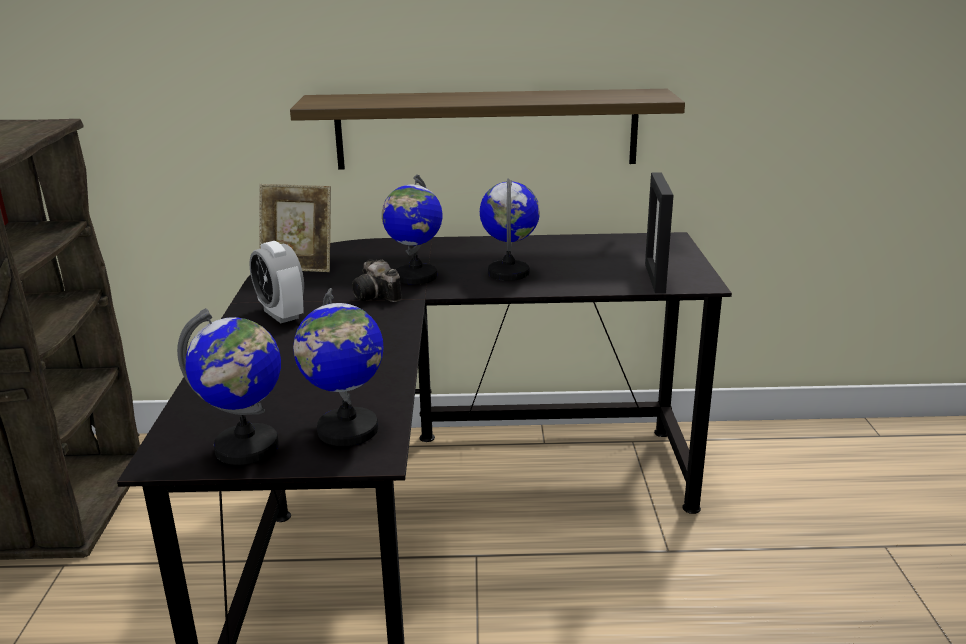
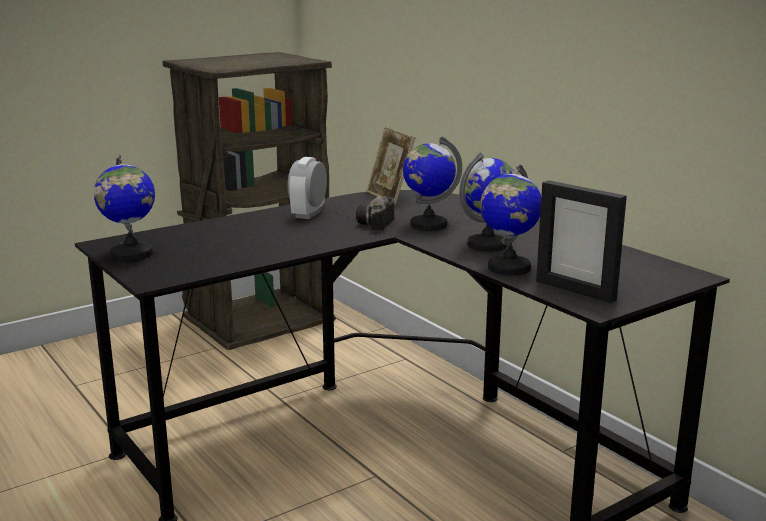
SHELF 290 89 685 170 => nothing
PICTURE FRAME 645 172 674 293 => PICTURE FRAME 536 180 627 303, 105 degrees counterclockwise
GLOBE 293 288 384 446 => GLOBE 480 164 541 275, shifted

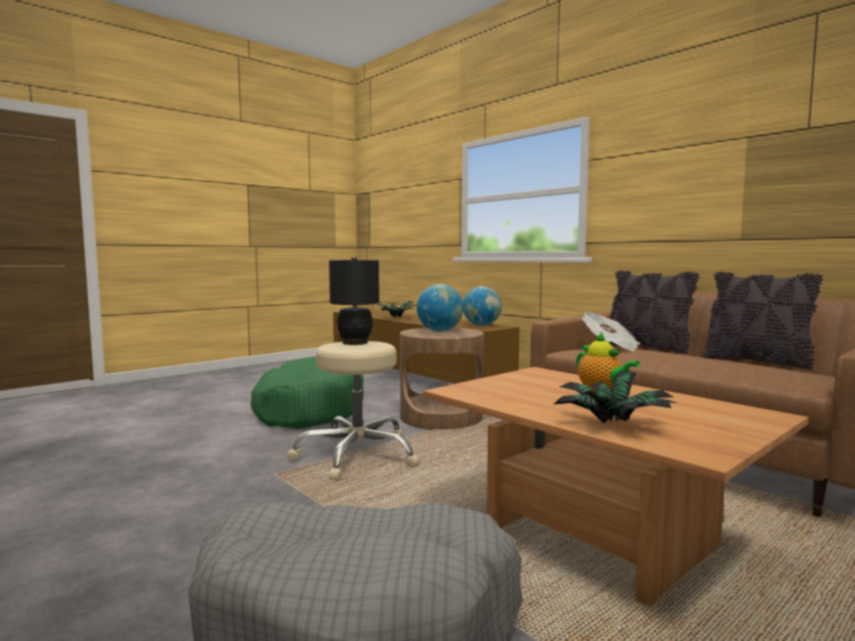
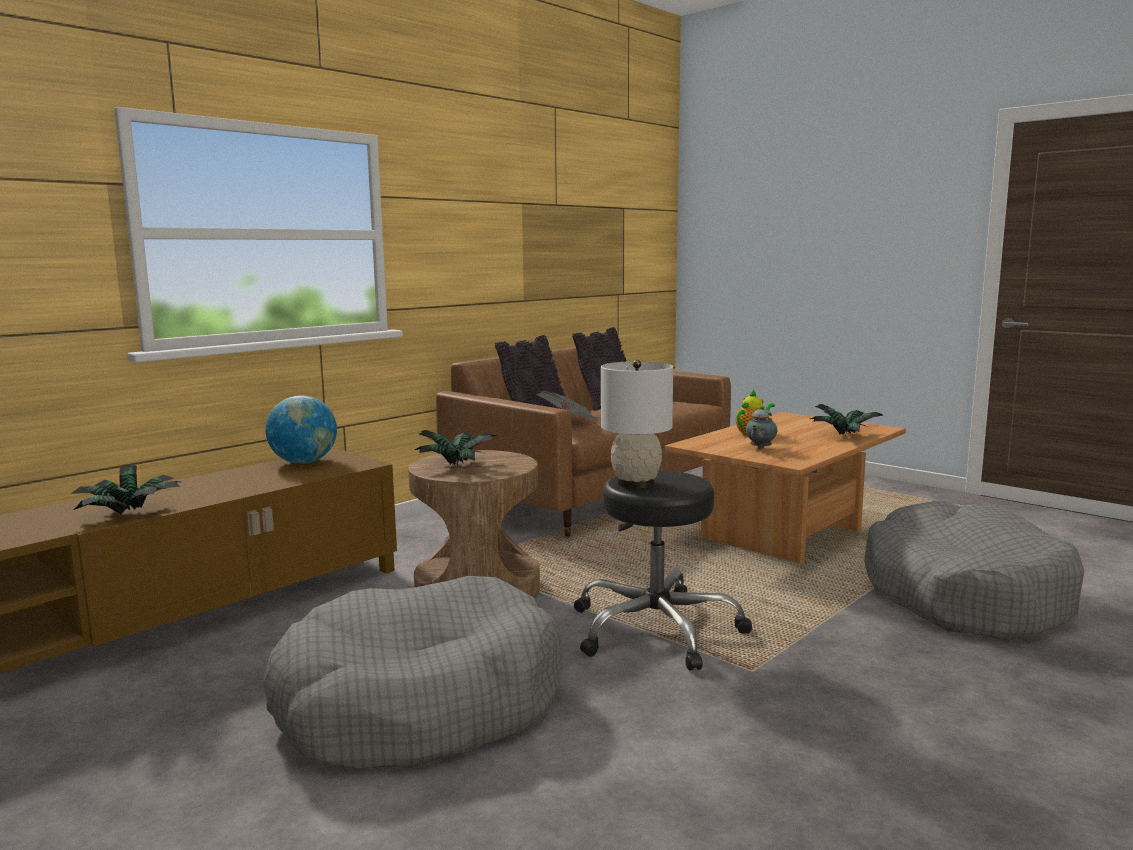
BLACK TABLE LAMP 329 256 379 345 => WHITE TABLE LAMP 601 360 673 489
GLOBE 417 284 464 331 => POTTED PLANT 415 430 497 466
BEIGE STOOL 287 341 419 481 => BLACK STOOL 574 470 752 671
GREEN DOG BED 250 356 364 429 => GREY DOG BED 263 576 563 768
nothing => TEAPOT 746 406 777 449

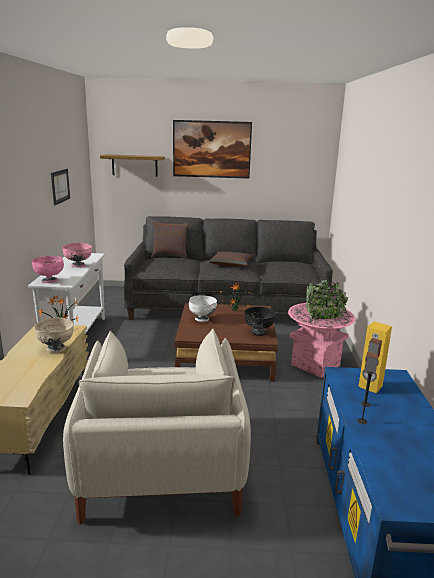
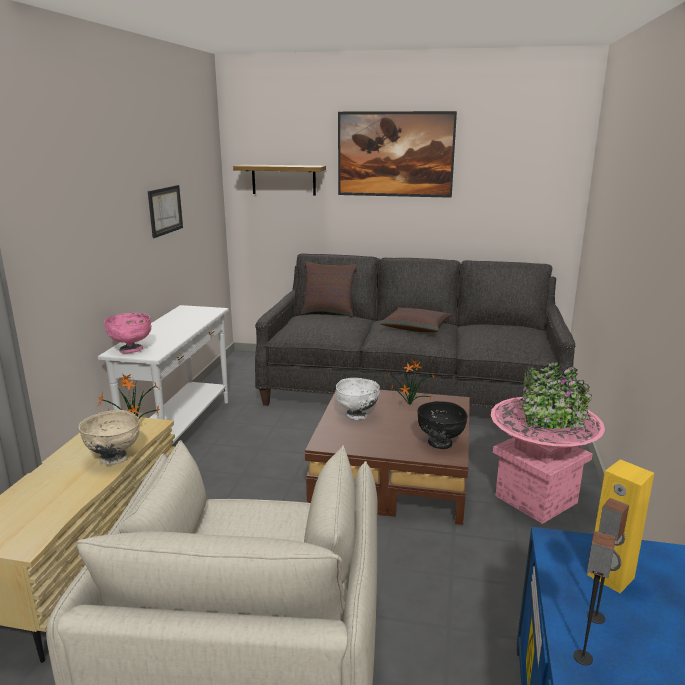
PINK BOWL 62 243 92 267 => nothing

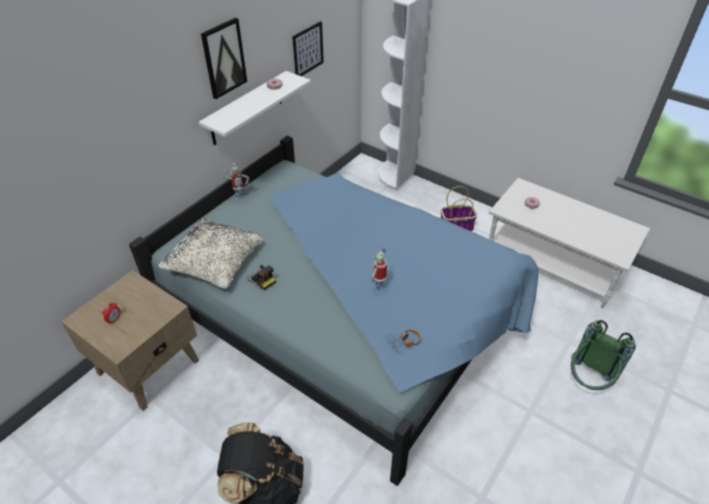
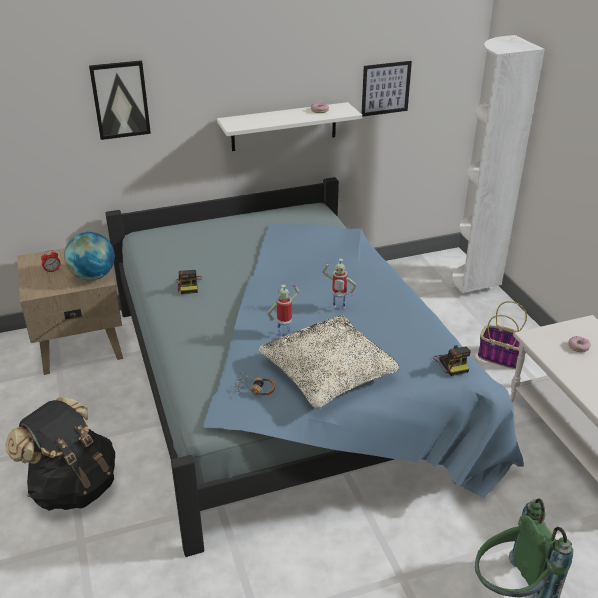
PICTURE 201 18 247 99 => PICTURE 89 60 151 140, shifted
TOY ROBOT 223 163 249 199 => TOY ROBOT 322 259 357 309, shifted
BEIGE PILLOW 158 217 263 289 => BEIGE PILLOW 259 315 399 409, shifted
nothing => GLOBE 64 232 115 280
nothing => PHOTO CAMERA 433 345 471 376

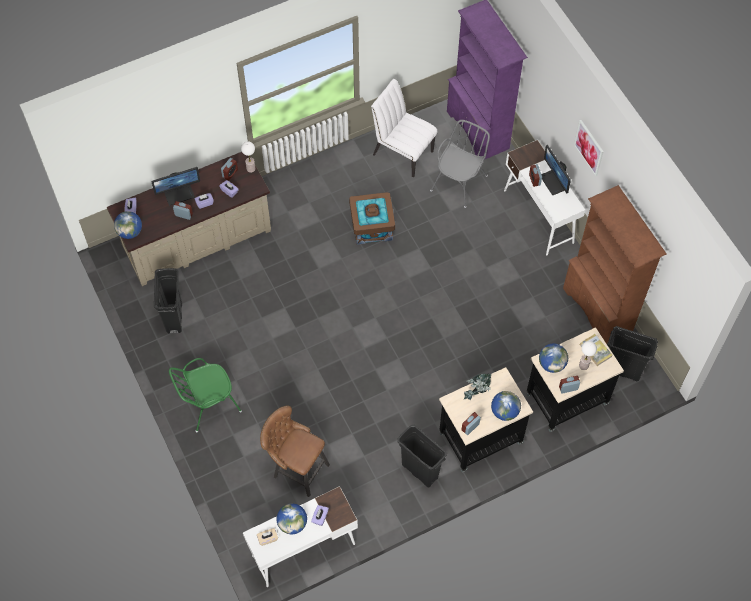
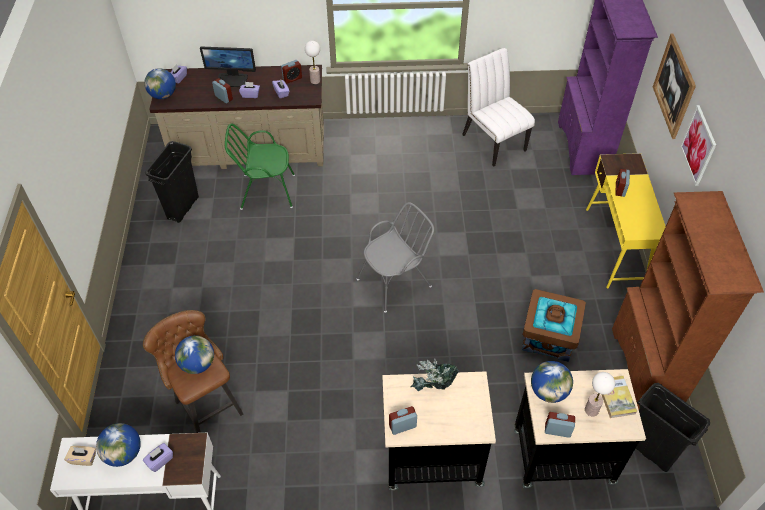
GREY CHAIR 430 120 490 208 => GREY CHAIR 357 202 434 313, shifted
WHITE DESK 504 140 585 255 => YELLOW DESK 586 153 666 289
MONITOR 542 145 571 195 => nothing
BROWN STORAGE BOX 349 192 395 245 => BROWN STORAGE BOX 522 289 586 362, shifted
GREEN CHAIR 169 358 242 433 => GREEN CHAIR 225 124 295 210, shifted
GLOBE 491 391 521 421 => GLOBE 175 336 214 374, shifted
BLACK TRASH CAN 397 425 447 487 => nothing
nothing => PICTURE 653 33 696 139

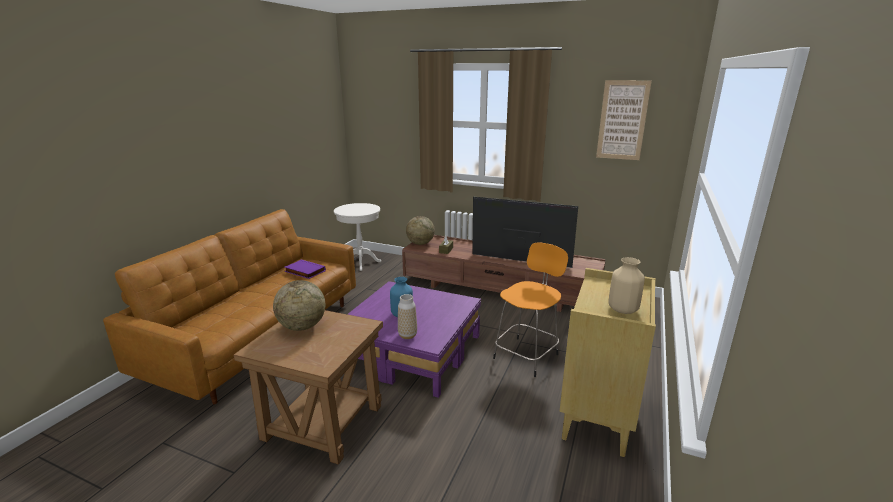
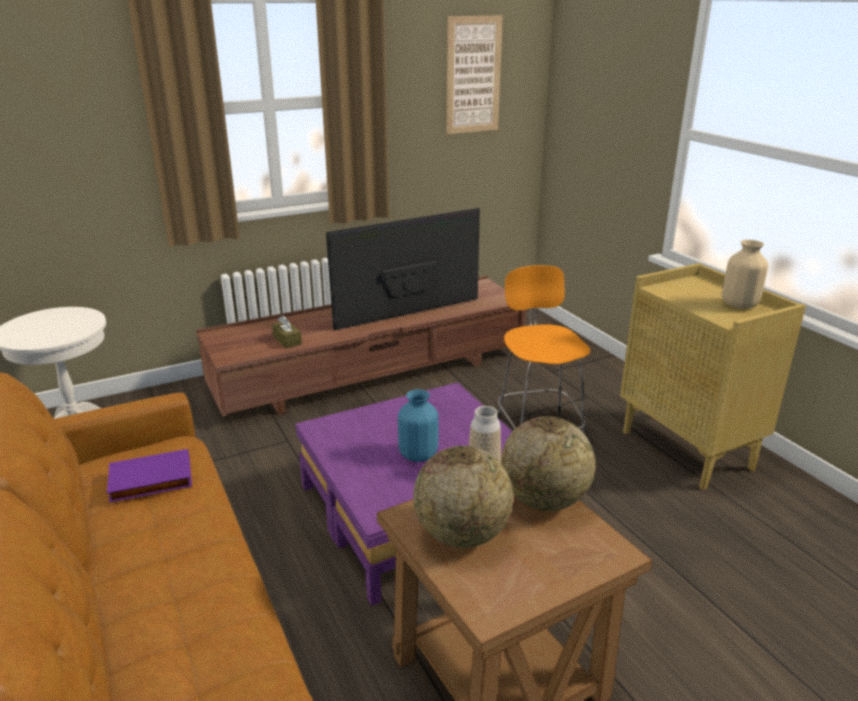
GLOBE 406 216 435 245 => GLOBE 501 416 595 511, shifted

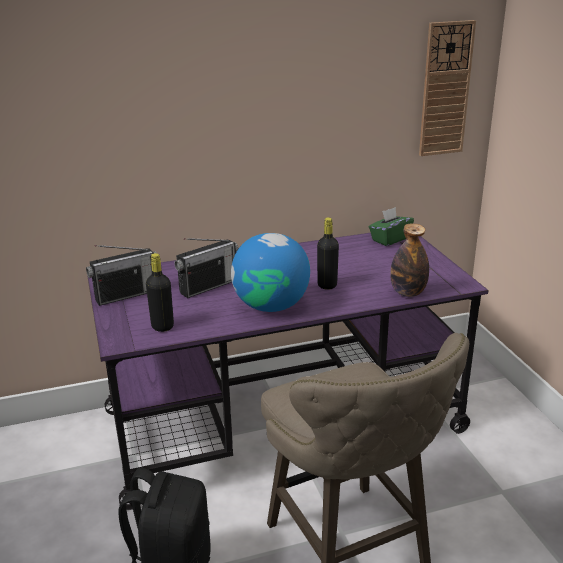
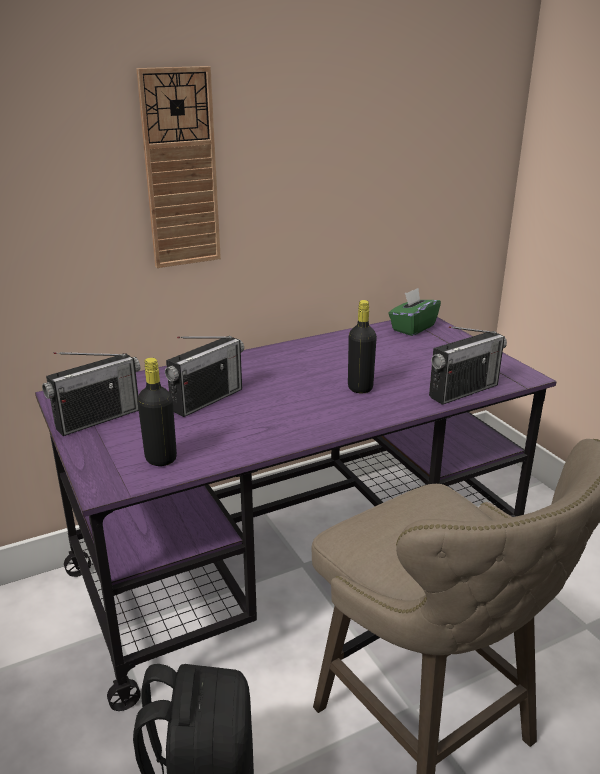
WALL CLOCK 419 20 476 156 => WALL CLOCK 136 66 221 268, shifted
BOTTLE 390 223 429 297 => RADIO 429 326 507 405
GLOBE 231 233 310 312 => nothing

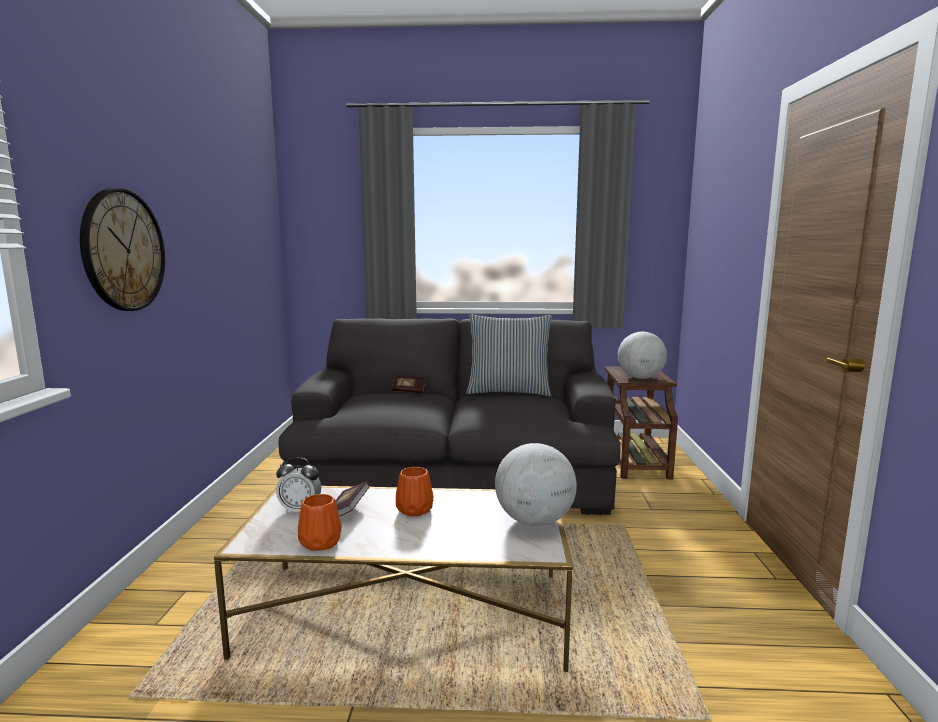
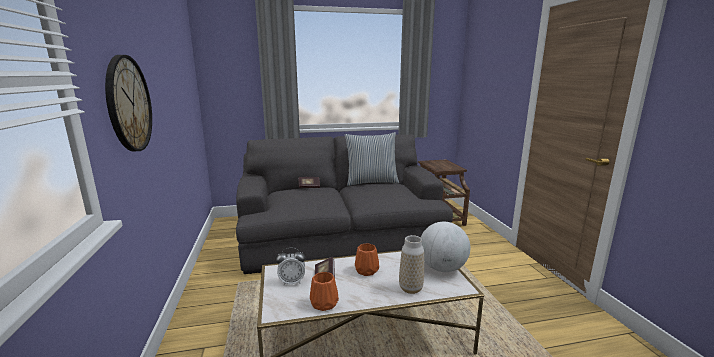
GLOBE 618 332 667 379 => nothing
nothing => VASE 399 235 424 294

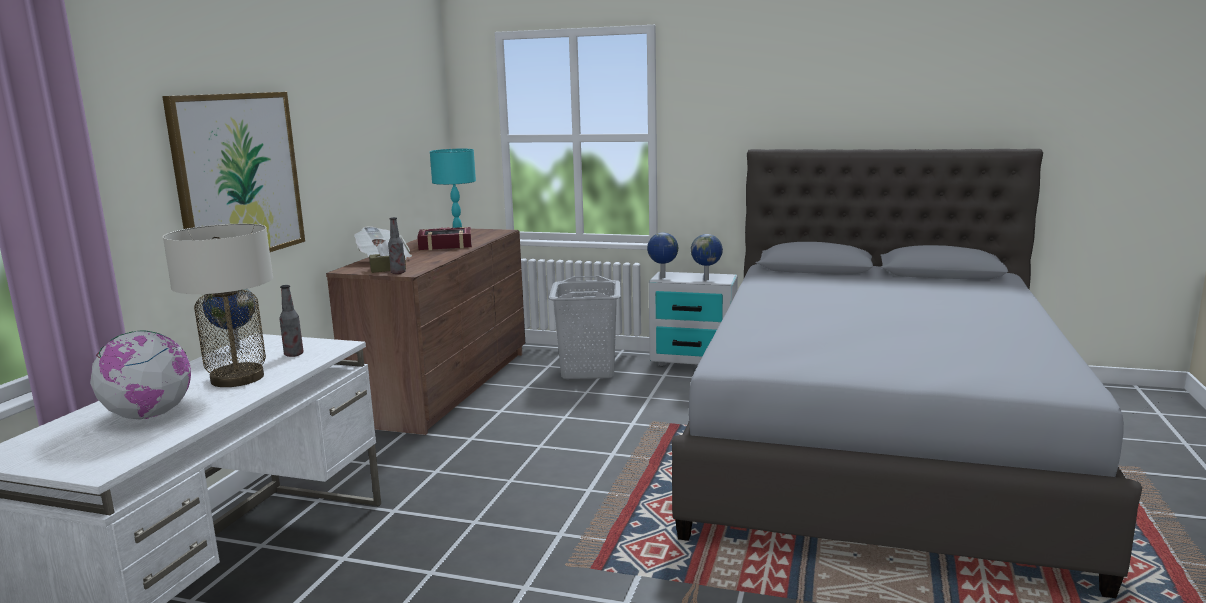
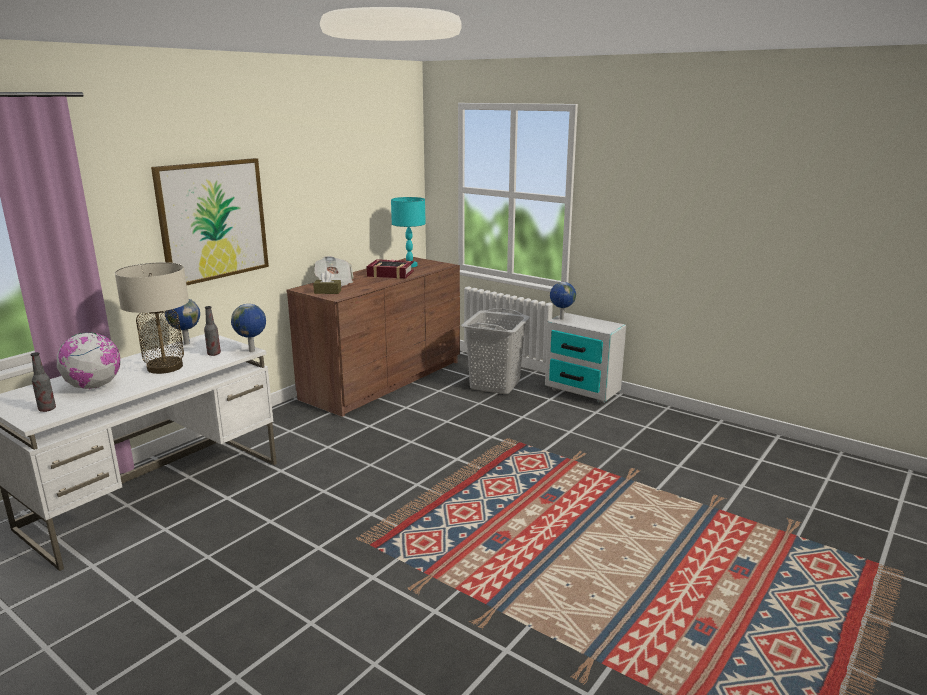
GREY BED 672 149 1142 598 => nothing
BOTTLE 388 217 406 274 => BOTTLE 30 352 56 412, shifted
GLOBE 691 234 723 280 => GLOBE 231 304 266 352, shifted

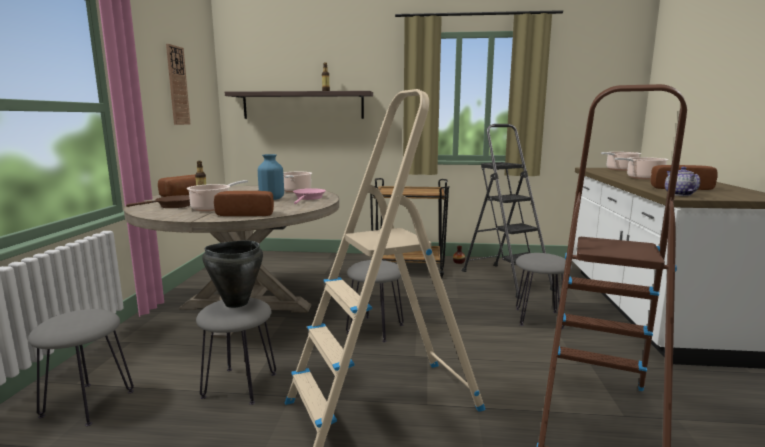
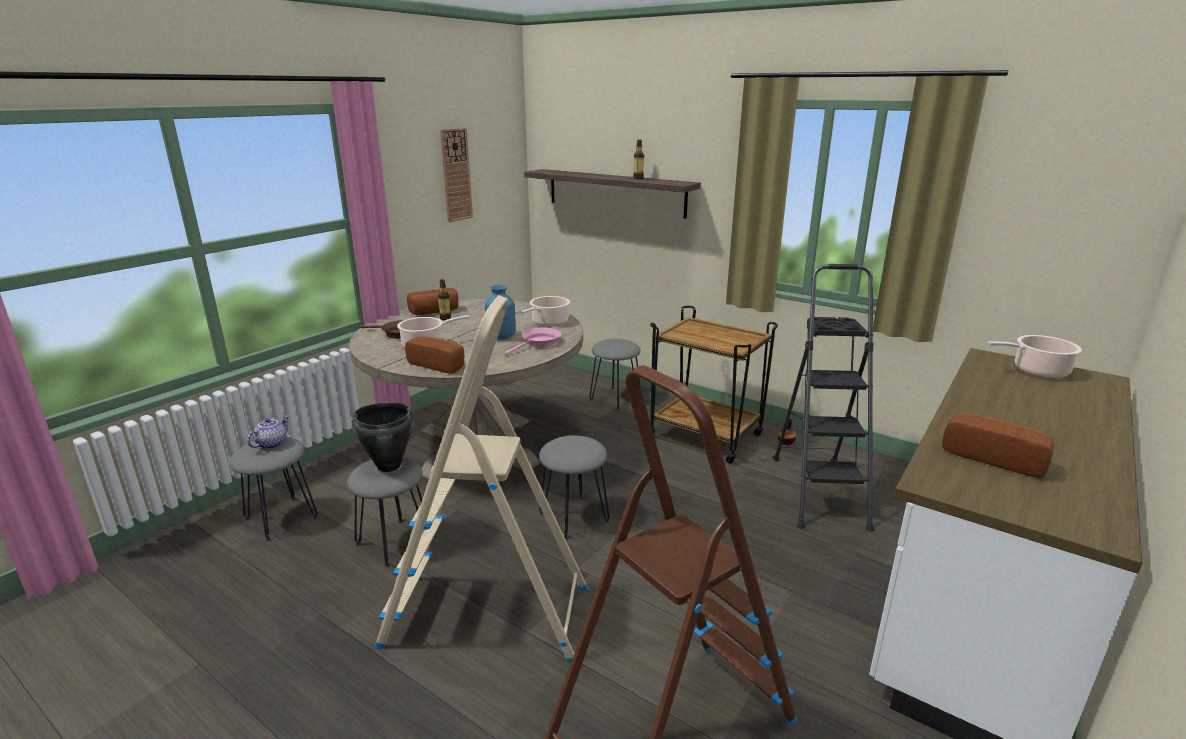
COOKING POT 615 157 669 180 => nothing
TEAPOT 665 167 700 196 => TEAPOT 247 415 289 449, shifted
GREY STOOL 516 253 572 329 => GREY STOOL 589 339 641 410, shifted

